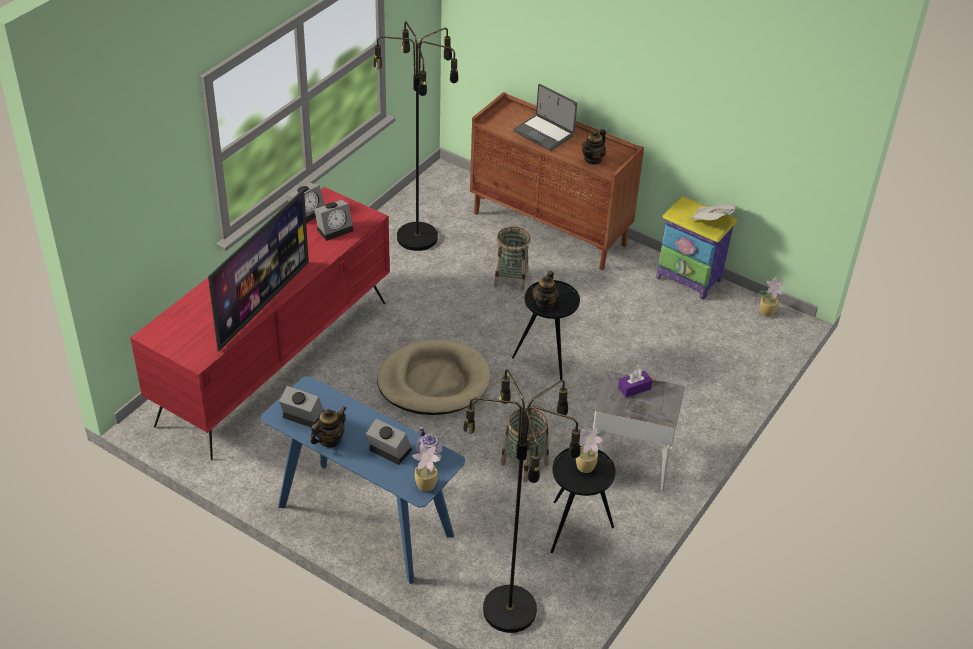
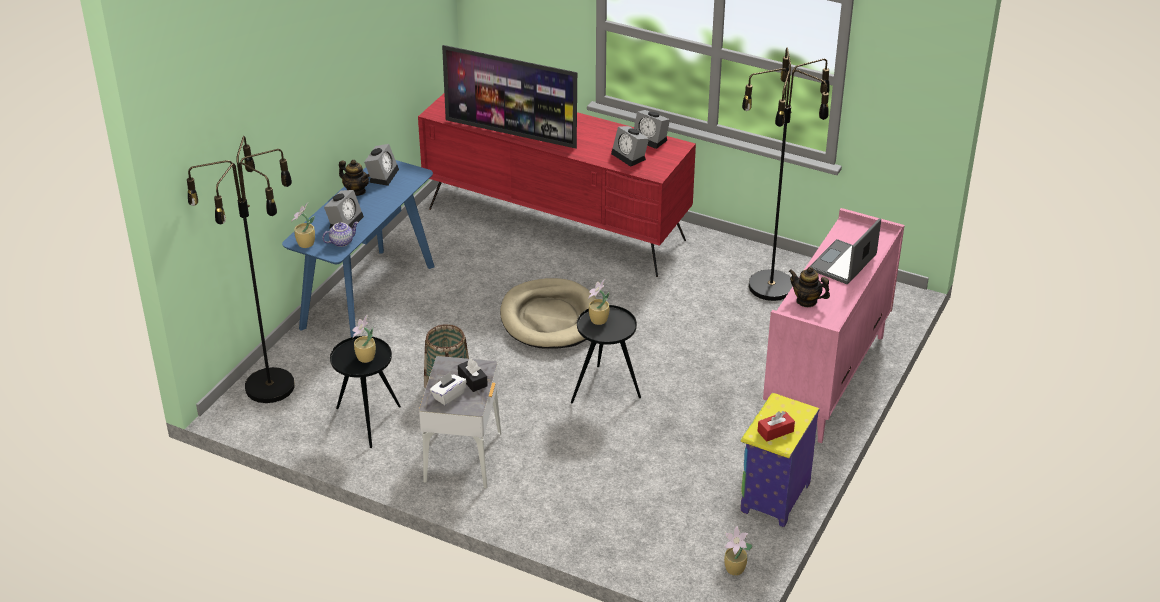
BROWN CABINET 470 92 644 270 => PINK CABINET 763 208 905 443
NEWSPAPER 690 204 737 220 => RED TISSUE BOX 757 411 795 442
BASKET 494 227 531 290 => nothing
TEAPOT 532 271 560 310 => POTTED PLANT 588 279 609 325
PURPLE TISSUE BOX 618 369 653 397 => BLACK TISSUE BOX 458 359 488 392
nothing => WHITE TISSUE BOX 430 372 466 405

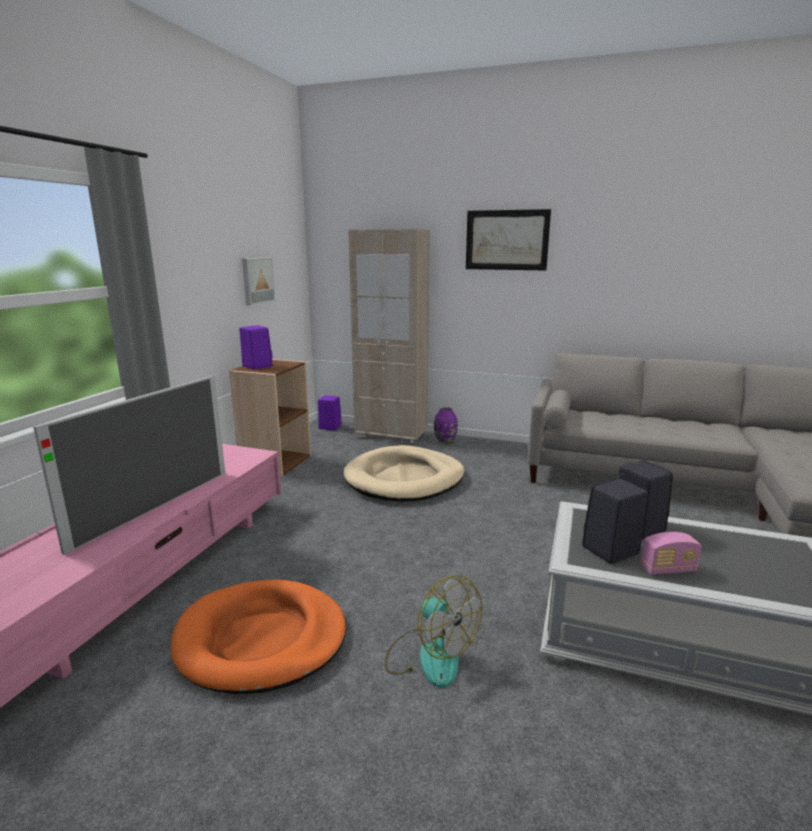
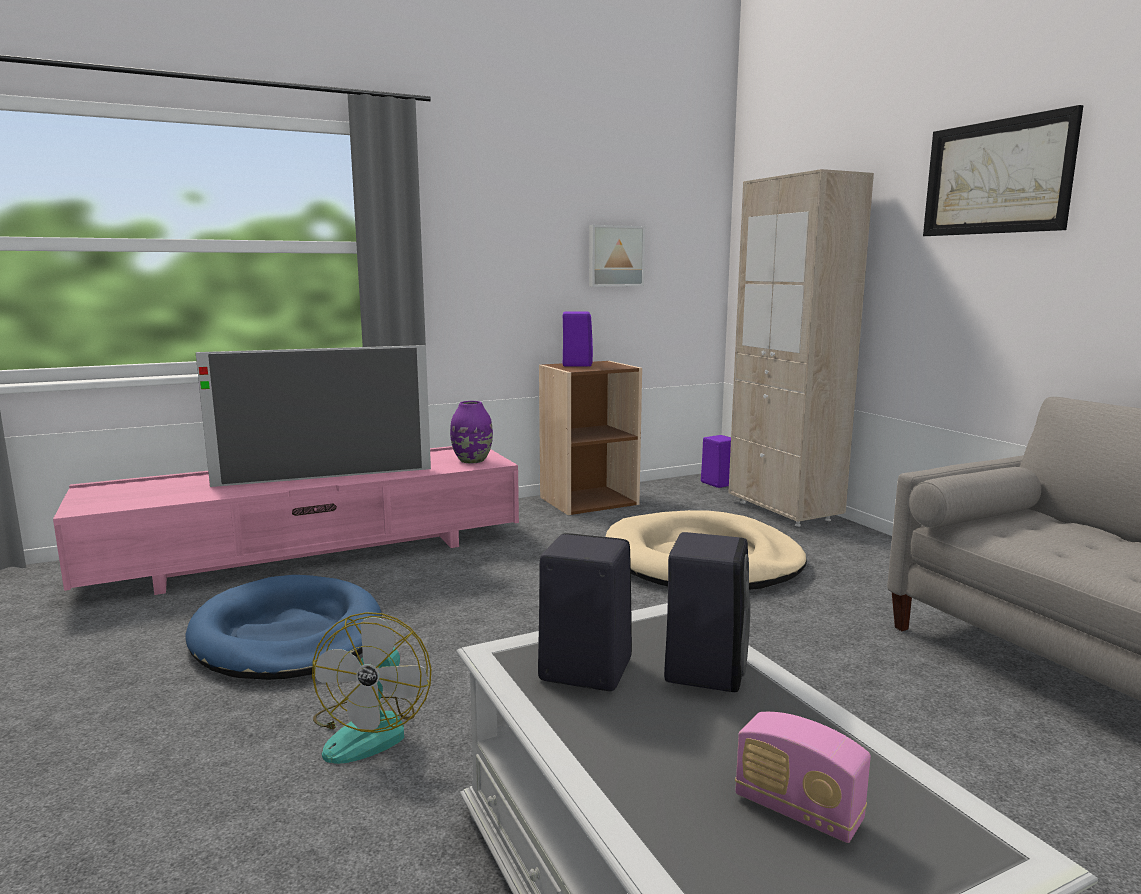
PURPLE VASE 434 407 458 443 => PURPLE VASE 450 401 493 463, shifted
RADIO 641 532 702 575 => RADIO 735 712 871 843, shifted
ORANGE DOG BED 170 580 346 694 => BLUE DOG BED 185 575 382 680

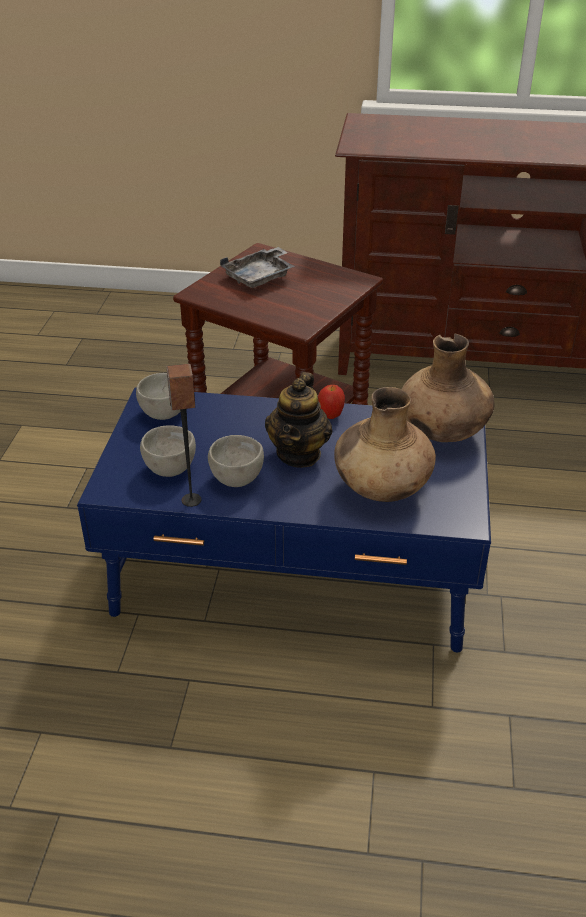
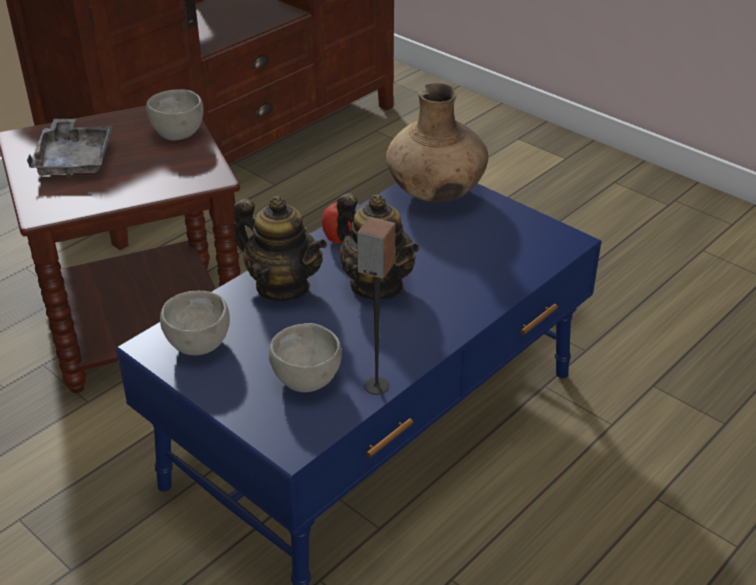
BROWN VASE 334 387 436 502 => nothing
GREY BOWL 208 435 264 487 => GREY BOWL 146 89 203 141, shifted
nothing => TEAPOT 234 196 327 301

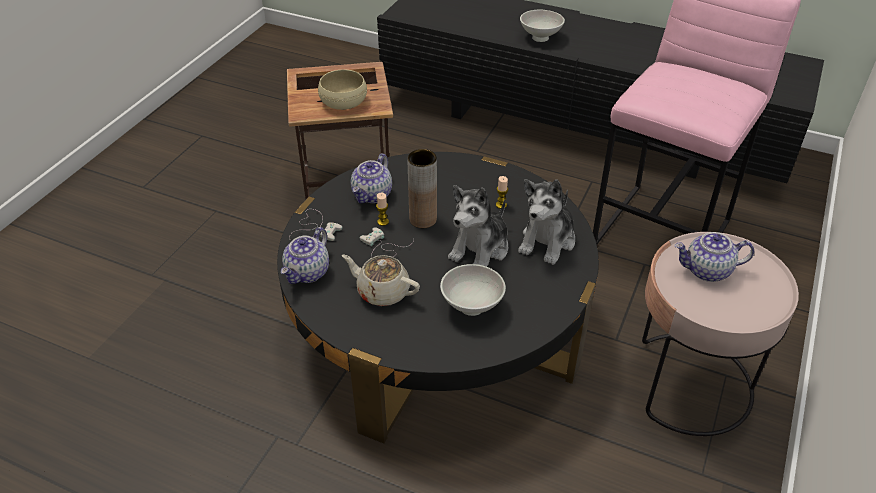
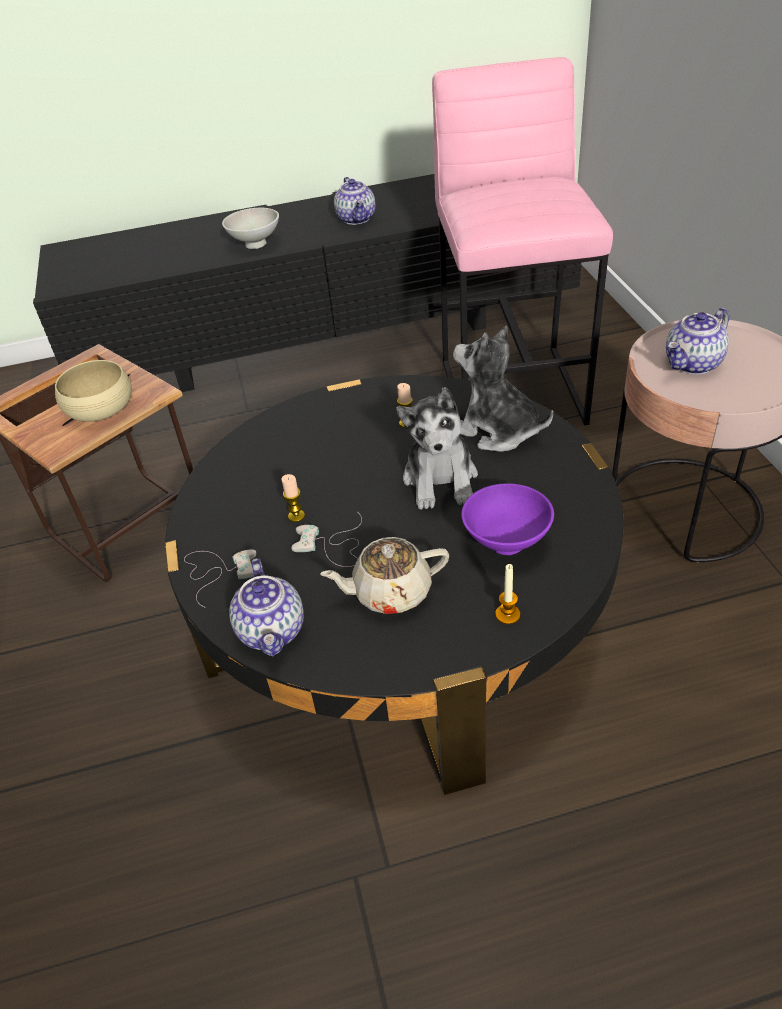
BROWN VASE 407 149 437 228 => nothing
TEAPOT 351 153 392 203 => TEAPOT 334 177 375 225, shifted
PLUSH TOY 518 179 575 265 => PLUSH TOY 453 326 553 452, 135 degrees clockwise
WHITE BOWL 440 264 506 316 => PURPLE BOWL 461 483 554 555
nothing => CANDLE 495 564 520 624

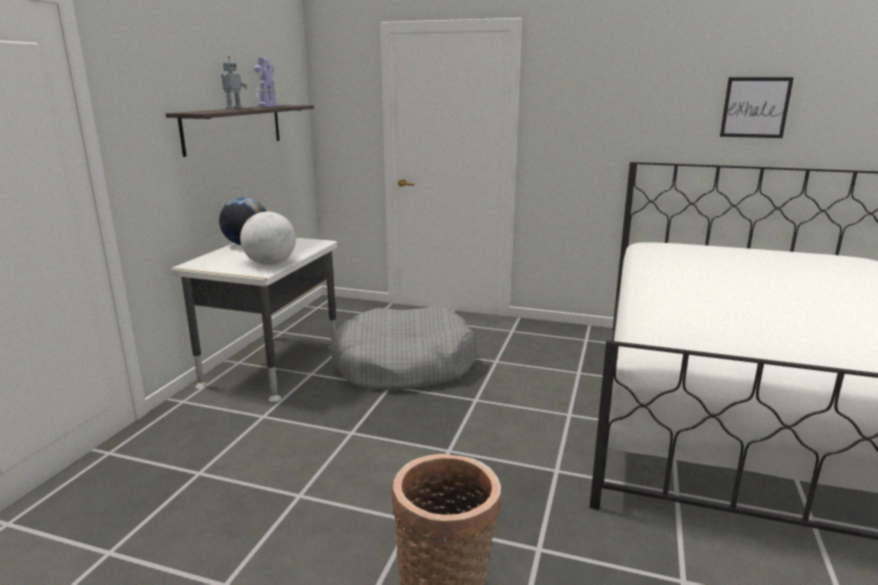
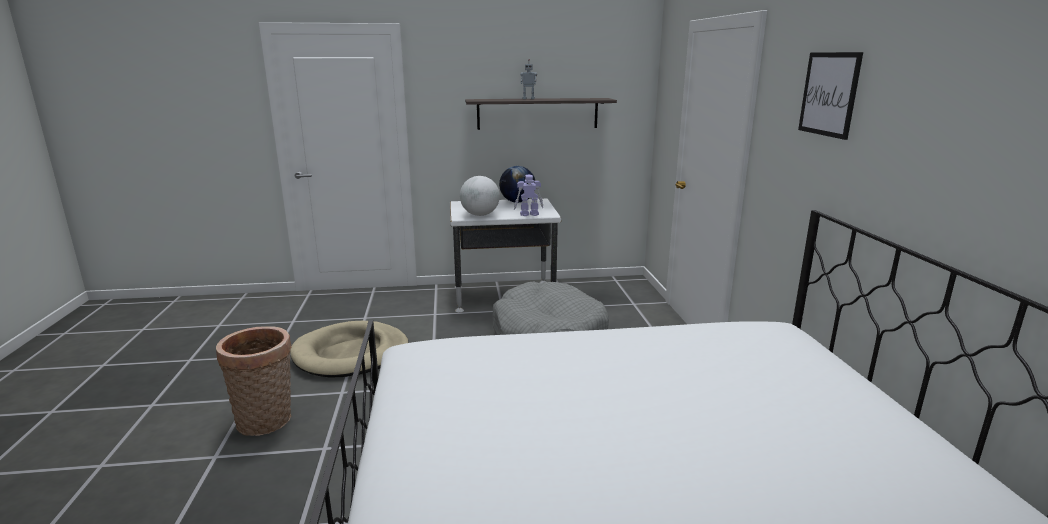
TOY ROBOT 254 58 278 107 => TOY ROBOT 514 175 543 216, shifted
PICTURE 720 77 794 138 => PICTURE 798 52 863 140, shifted
nothing => BEIGE DOG BED 290 321 409 377

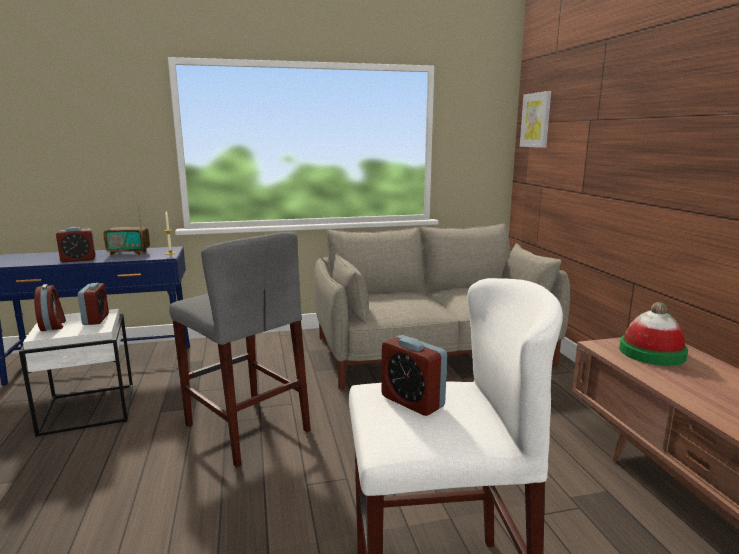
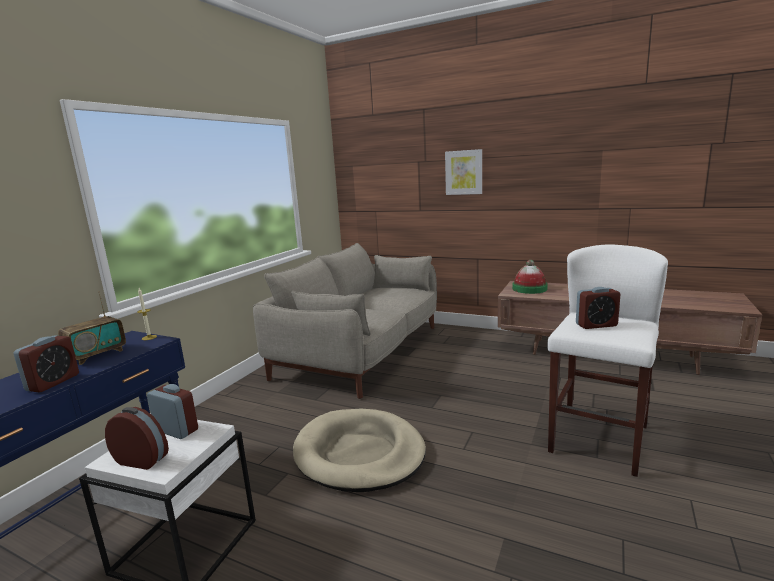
PICTURE 520 91 551 148 => PICTURE 445 149 482 195, shifted
GREY STOOL 169 232 311 468 => BEIGE DOG BED 293 409 426 492

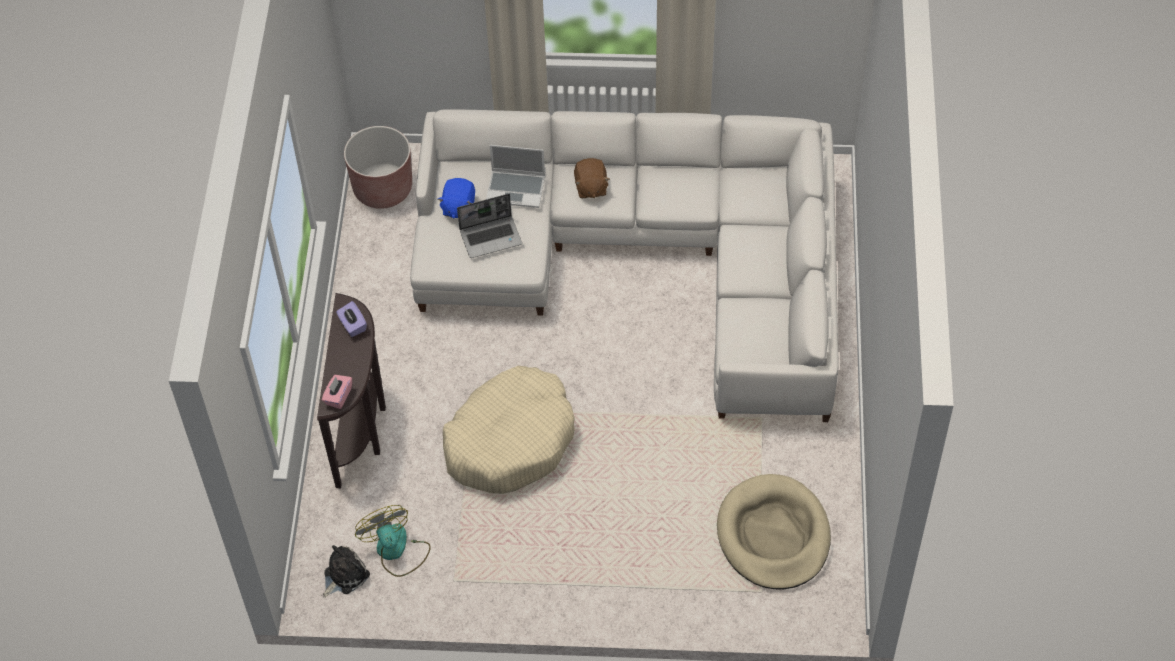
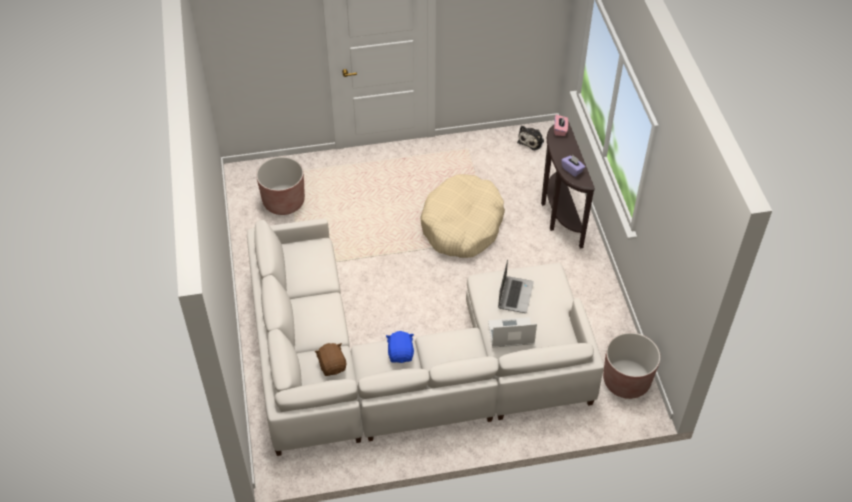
BROWN PLUSH TOY 574 158 610 198 => BROWN PLUSH TOY 315 343 346 376, shifted
BLUE PLUSH TOY 437 178 475 219 => BLUE PLUSH TOY 386 331 414 363, shifted
LAPTOP 457 194 522 258 => LAPTOP 498 260 534 313, 135 degrees clockwise
BEIGE DOG BED 717 474 831 590 => BROWN PLANTER 256 157 305 215
FAN 355 505 431 577 => nothing

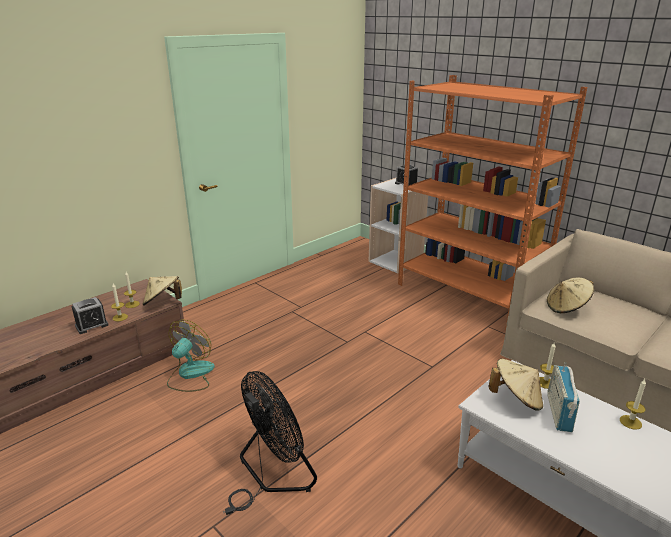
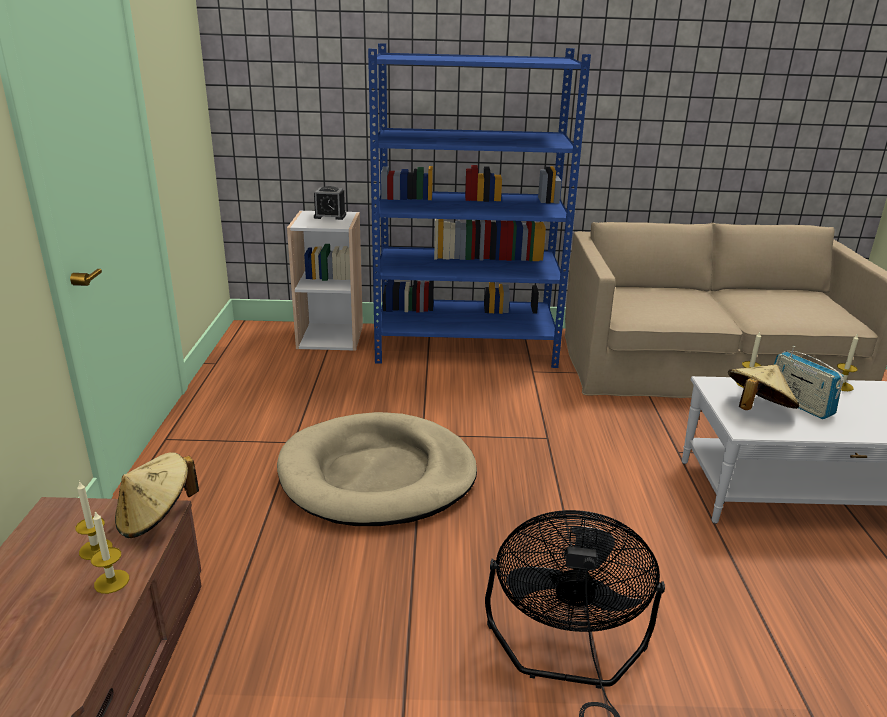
ORANGE BOOKCASE 398 75 587 330 => BLUE BOOKCASE 368 43 591 368
BEIGE HAT 547 278 594 313 => nothing
ALARM CLOCK 71 297 109 334 => nothing
FAN 167 320 215 392 => nothing
nothing => BEIGE DOG BED 277 412 477 526

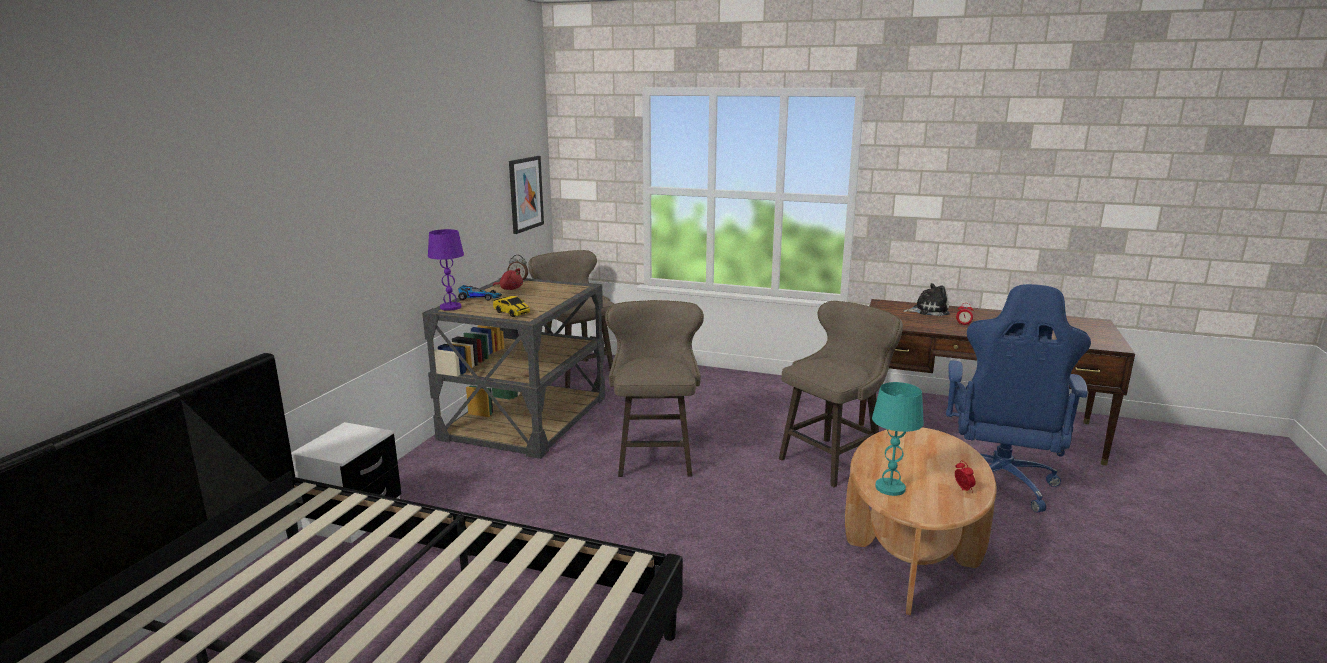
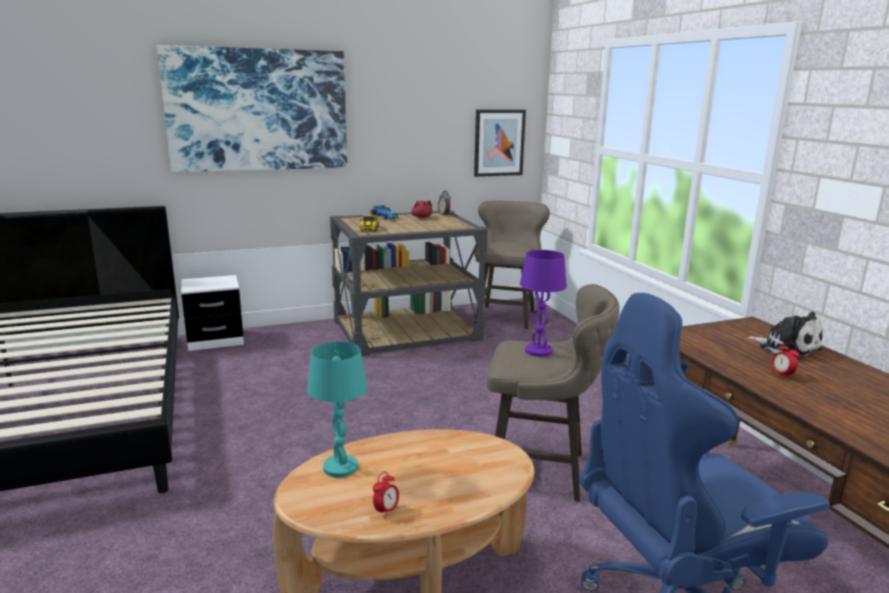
PURPLE TABLE LAMP 428 229 464 311 => PURPLE TABLE LAMP 520 250 567 357, shifted
BEIGE STOOL 605 300 704 477 => nothing
nothing => PICTURE 157 45 347 172

